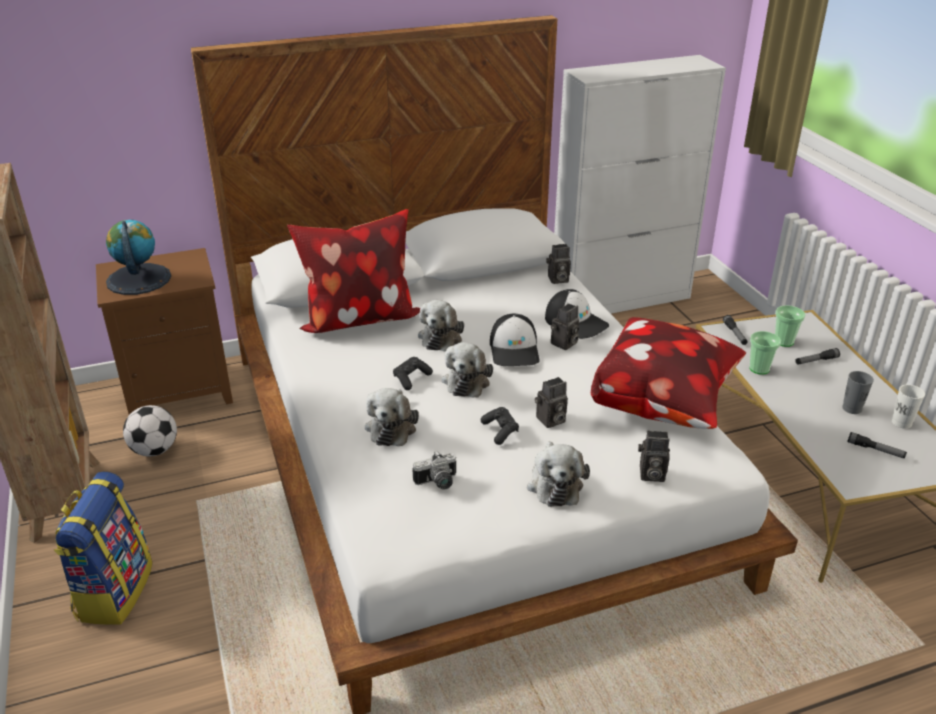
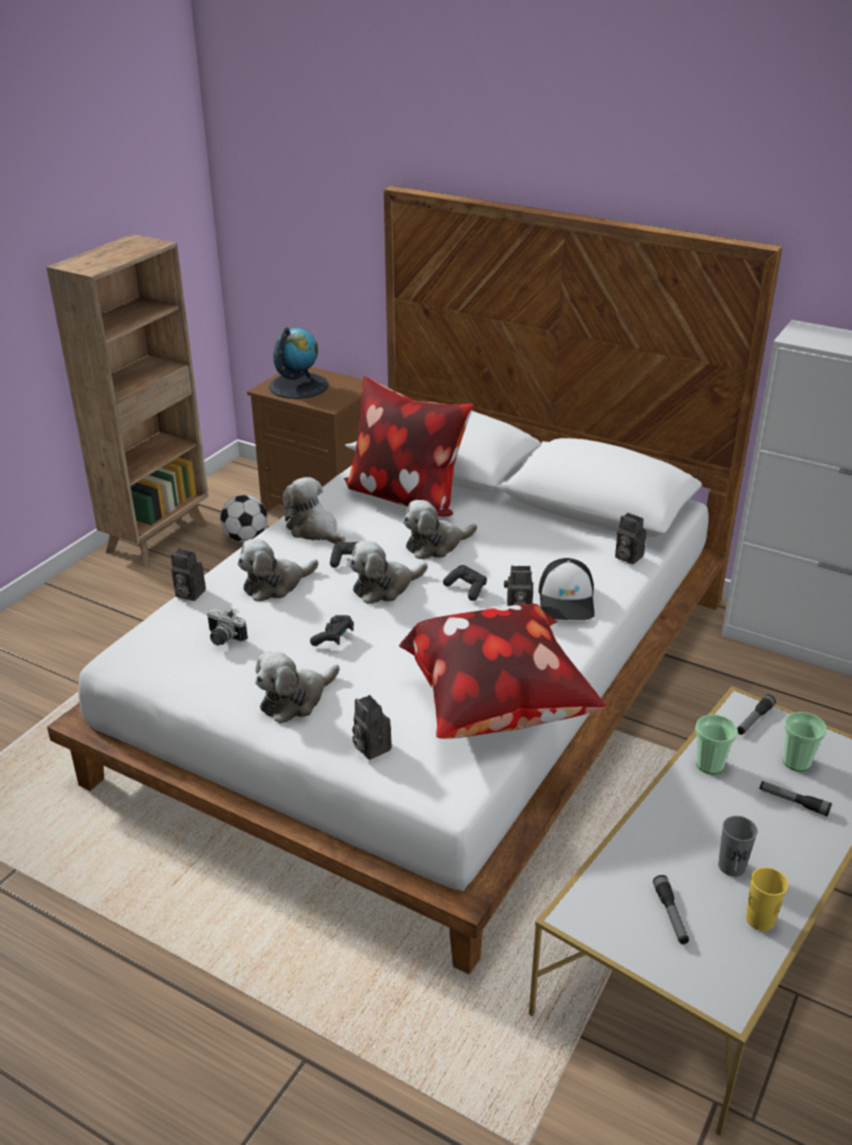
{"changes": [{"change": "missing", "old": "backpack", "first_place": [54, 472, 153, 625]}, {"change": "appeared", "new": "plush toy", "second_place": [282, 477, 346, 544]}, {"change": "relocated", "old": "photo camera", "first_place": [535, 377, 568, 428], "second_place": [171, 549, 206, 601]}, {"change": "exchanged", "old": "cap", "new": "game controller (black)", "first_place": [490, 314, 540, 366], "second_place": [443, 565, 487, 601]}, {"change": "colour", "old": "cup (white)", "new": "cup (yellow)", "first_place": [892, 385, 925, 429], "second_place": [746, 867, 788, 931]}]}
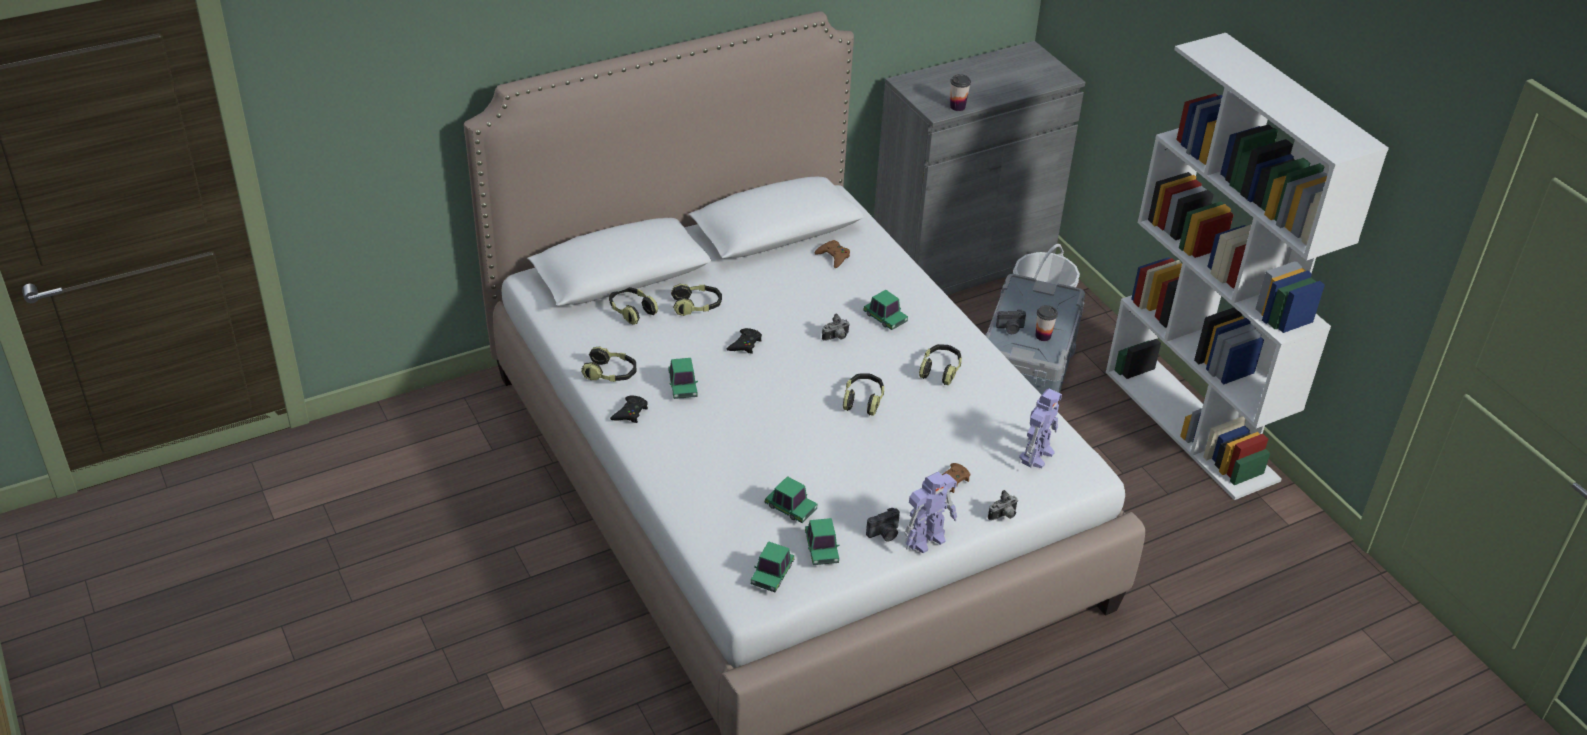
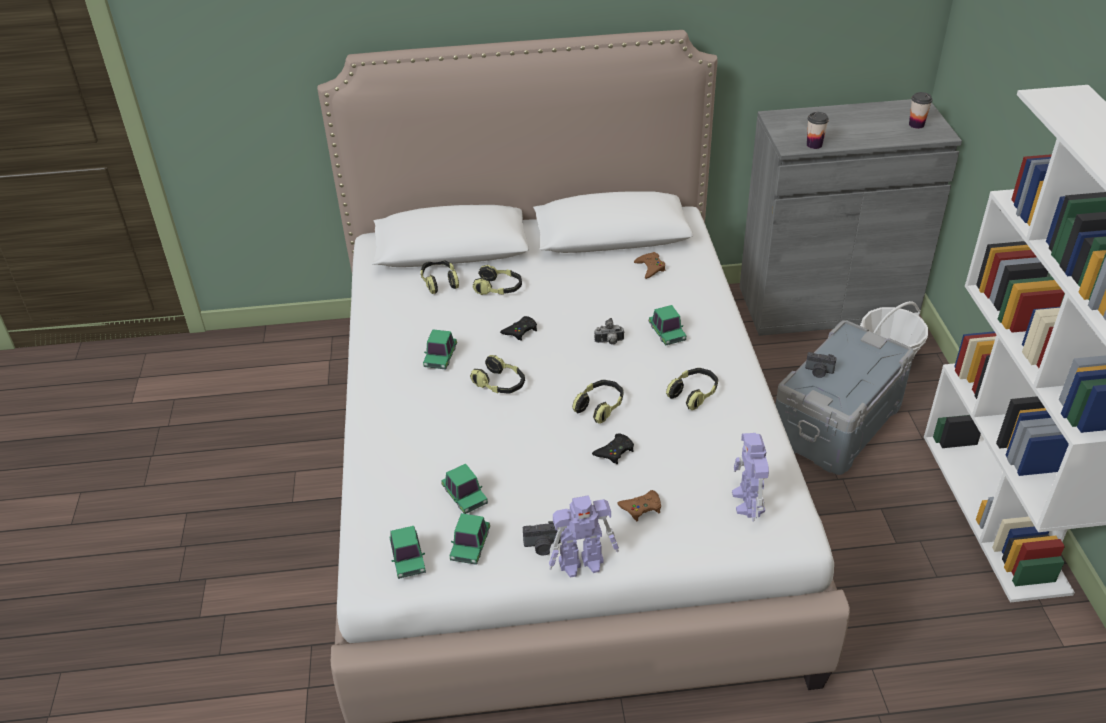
{"changes": [{"change": "missing", "old": "photo camera", "first_place": [988, 490, 1018, 520]}, {"change": "relocated", "old": "headphones", "first_place": [581, 346, 636, 382], "second_place": [470, 355, 525, 394]}, {"change": "relocated", "old": "game controller (black)", "first_place": [610, 396, 648, 423], "second_place": [592, 434, 634, 464]}, {"change": "relocated", "old": "cup", "first_place": [1036, 305, 1058, 341], "second_place": [909, 92, 933, 129]}, {"change": "spun", "old": "toy car", "first_place": [751, 541, 794, 592], "second_place": [389, 526, 426, 579], "degrees": -60}, {"change": "spun", "old": "toy robot", "first_place": [1019, 389, 1062, 468], "second_place": [732, 433, 769, 522], "degrees": 120}]}
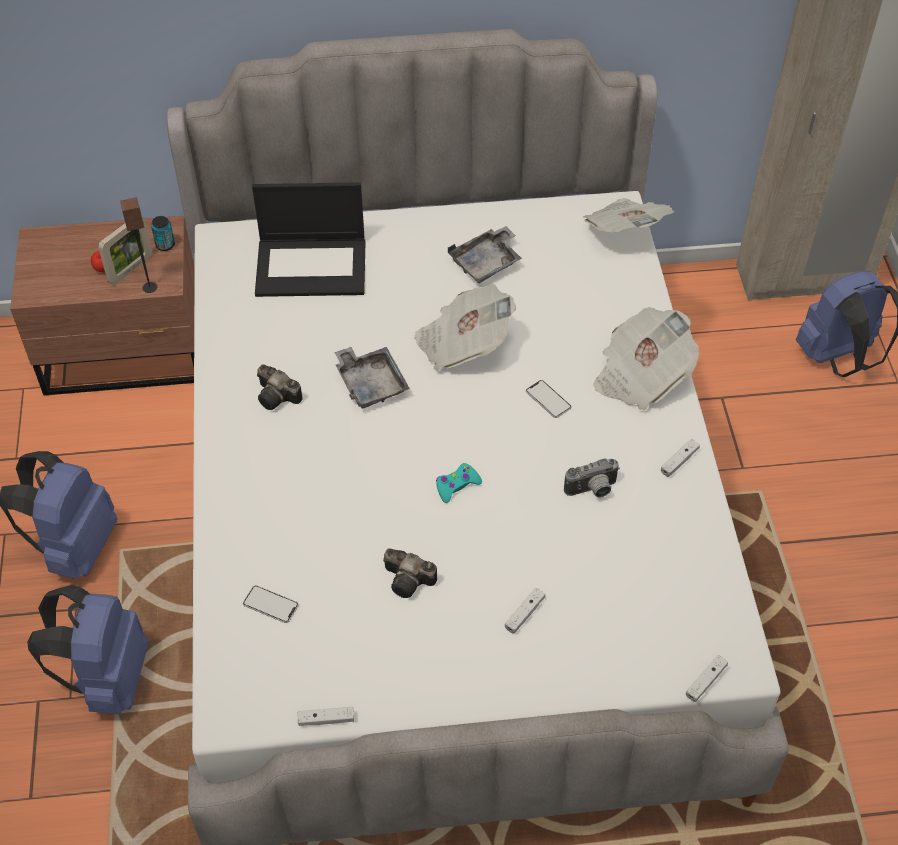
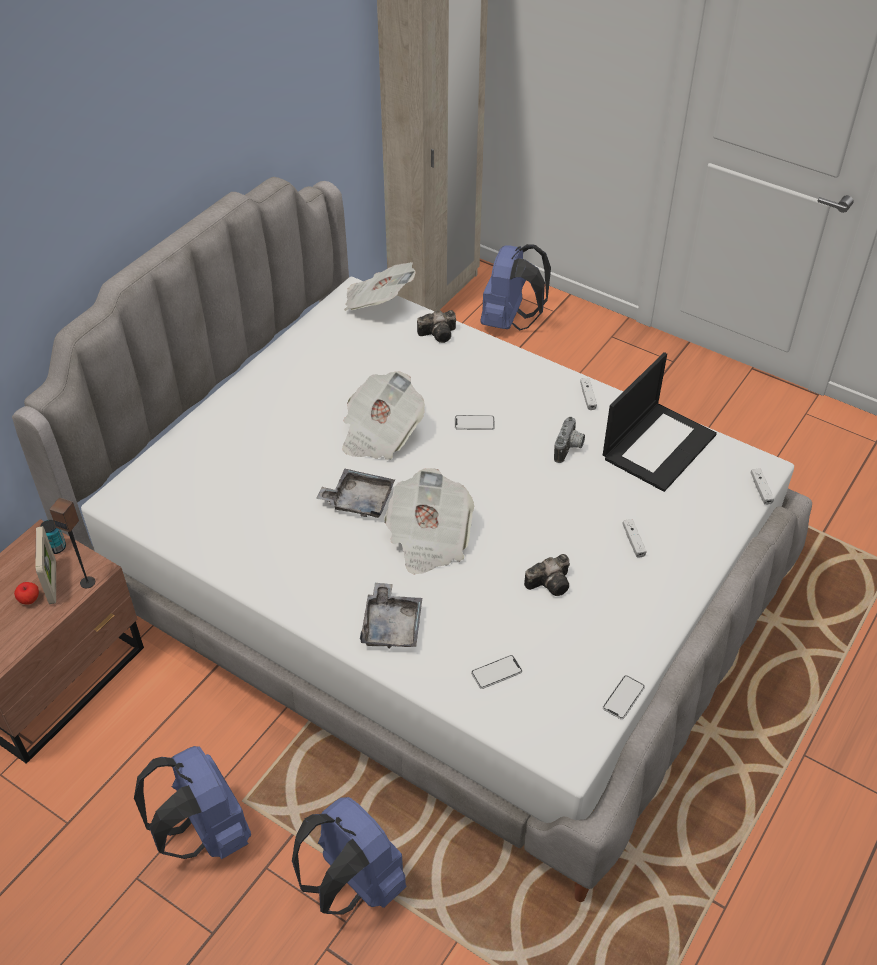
{"changes": [{"change": "missing", "old": "game controller (turquoise)", "first_place": [436, 463, 482, 503]}, {"change": "relocated", "old": "laptop", "first_place": [252, 182, 365, 297], "second_place": [603, 352, 717, 492]}, {"change": "relocated", "old": "photo camera", "first_place": [257, 364, 303, 410], "second_place": [417, 310, 456, 343]}, {"change": "relocated", "old": "tray (grey)", "first_place": [448, 226, 522, 283], "second_place": [360, 583, 422, 648]}, {"change": "relocated", "old": "newspaper", "first_place": [593, 307, 699, 410], "second_place": [384, 468, 475, 575]}, {"change": "exchanged", "old": "game controller (white)", "new": "phone", "first_place": [298, 707, 354, 726], "second_place": [603, 675, 645, 719]}]}
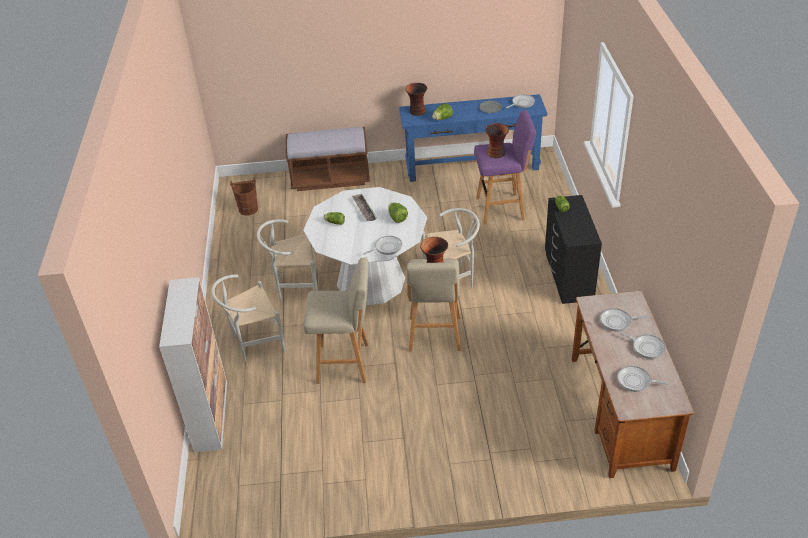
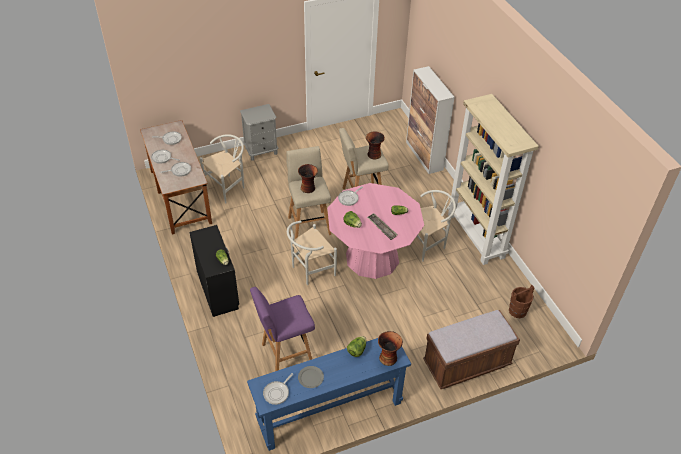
{"changes": [{"change": "appeared", "new": "nightstand (grey)", "second_place": [240, 104, 278, 161]}, {"change": "appeared", "new": "bookcase (beige)", "second_place": [448, 94, 539, 265]}, {"change": "relocated", "old": "chair (white)", "first_place": [211, 275, 286, 361], "second_place": [200, 134, 244, 204]}, {"change": "relocated", "old": "vase", "first_place": [485, 123, 509, 158], "second_place": [366, 132, 385, 159]}, {"change": "colour", "old": "dining table (white)", "new": "dining table (pink)", "first_place": [303, 187, 427, 305], "second_place": [327, 183, 424, 279]}]}
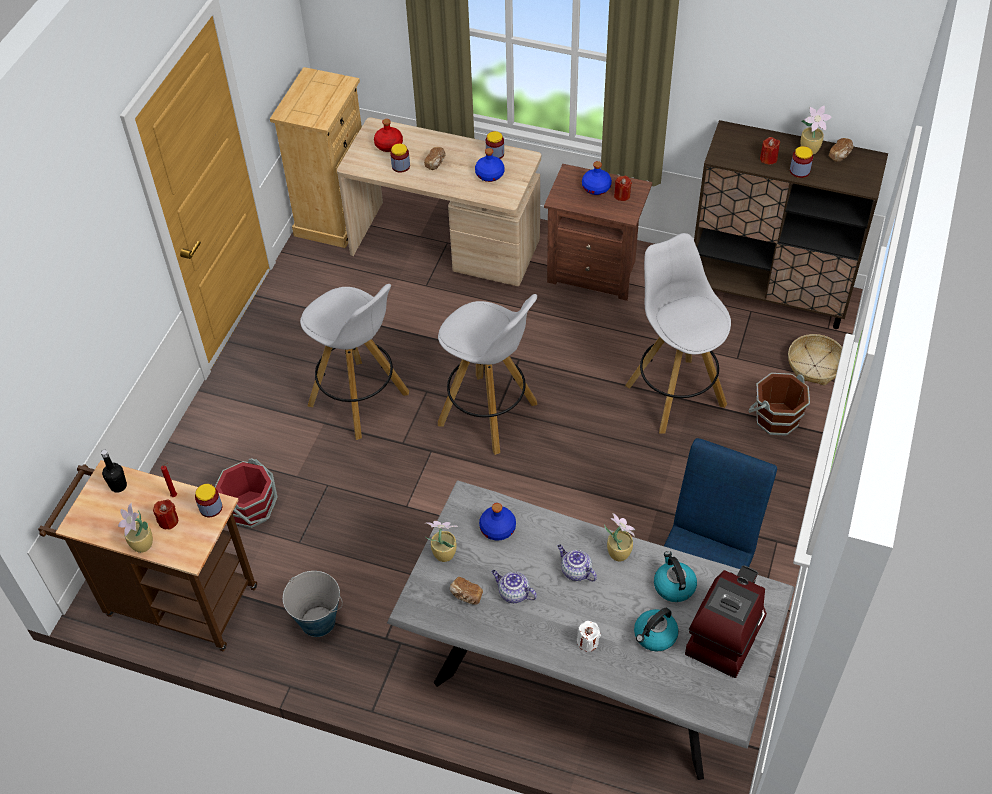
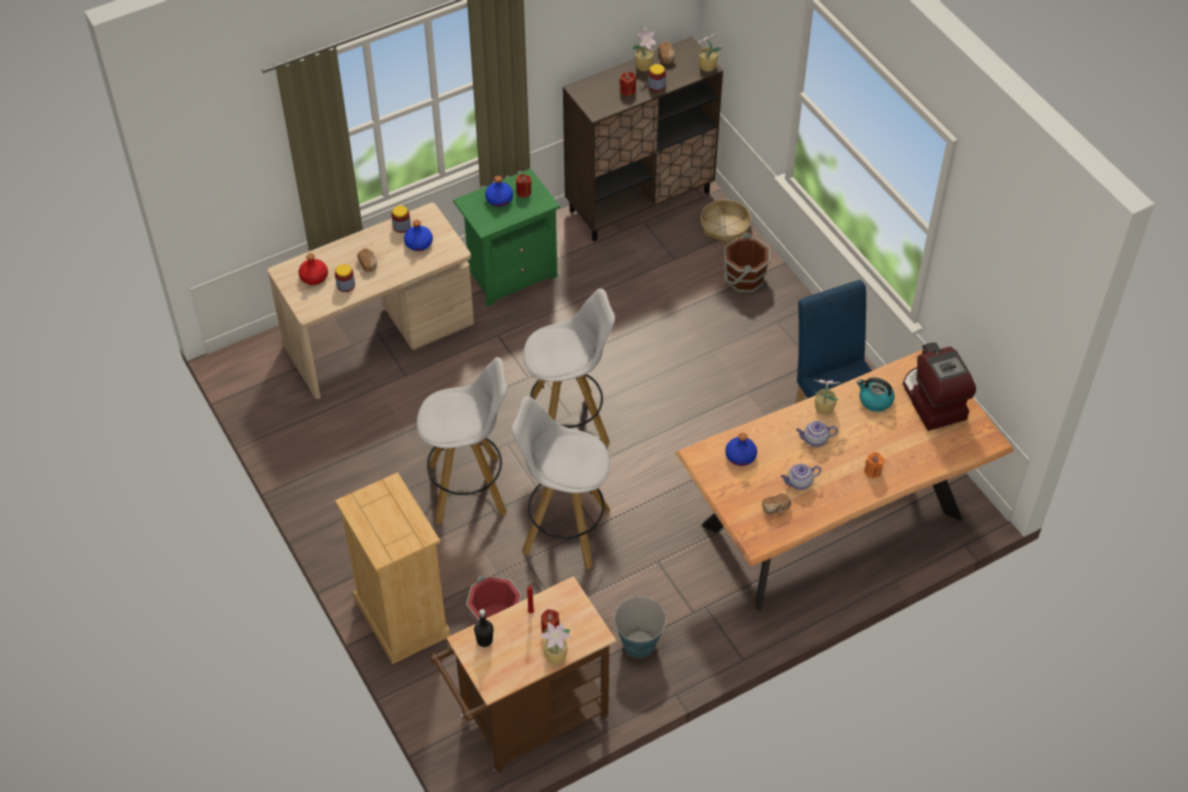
{"changes": [{"change": "missing", "old": "jar", "first_place": [195, 484, 222, 518]}, {"change": "missing", "old": "kettle", "first_place": [634, 608, 679, 652]}, {"change": "relocated", "old": "dresser (beige)", "first_place": [270, 67, 362, 248], "second_place": [335, 472, 450, 664]}, {"change": "relocated", "old": "potted plant", "first_place": [424, 521, 458, 562], "second_place": [697, 33, 722, 72]}, {"change": "relocated", "old": "stool (white)", "first_place": [625, 233, 731, 434], "second_place": [512, 396, 610, 570]}, {"change": "colour", "old": "dining table (grey)", "new": "dining table (brown)", "first_place": [387, 480, 795, 780], "second_place": [675, 350, 1014, 610]}, {"change": "colour", "old": "nightstand (brown)", "new": "nightstand (green)", "first_place": [544, 164, 652, 301], "second_place": [453, 169, 560, 306]}, {"change": "colour", "old": "candle (white)", "new": "candle (orange)", "first_place": [577, 621, 601, 652], "second_place": [864, 452, 884, 478]}]}
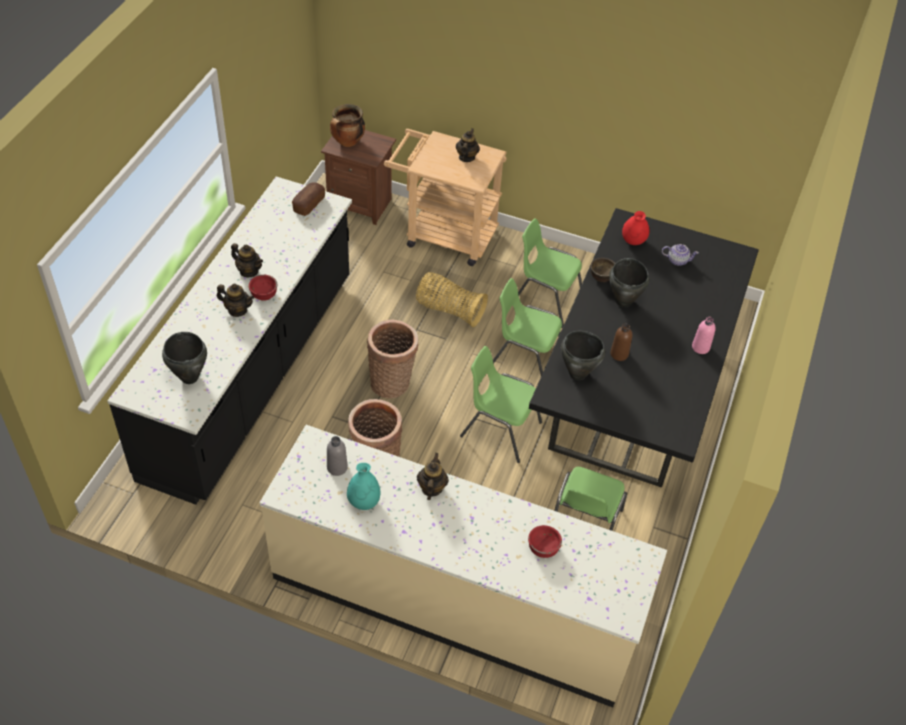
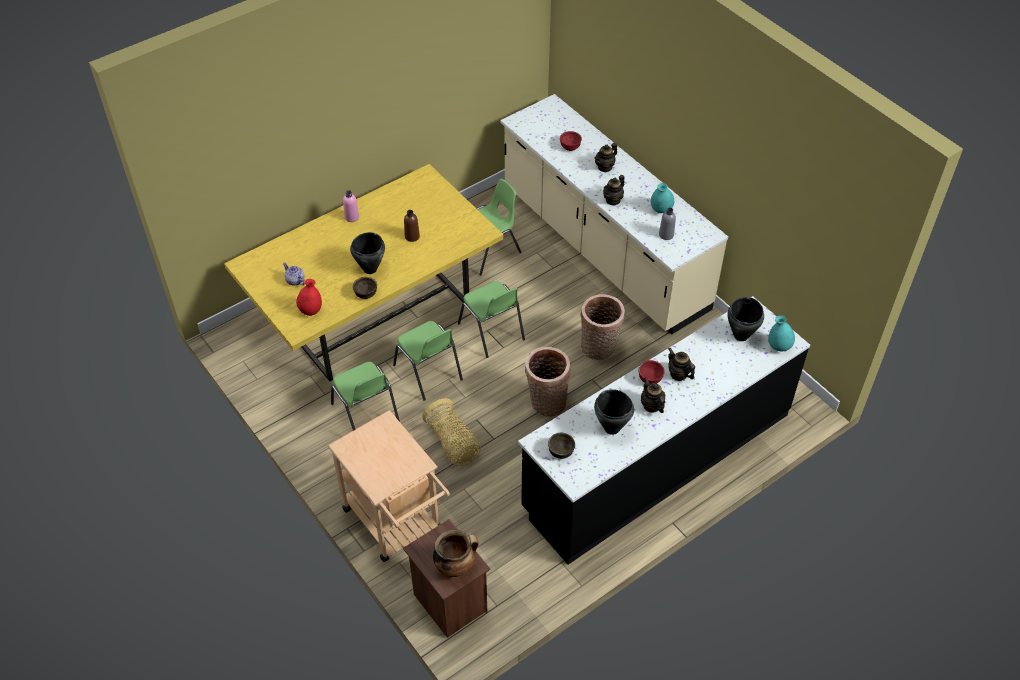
{"changes": [{"change": "appeared", "new": "vase (turquoise)", "second_place": [768, 315, 795, 351]}, {"change": "relocated", "old": "teapot", "first_place": [456, 128, 480, 162], "second_place": [594, 143, 617, 172]}, {"change": "relocated", "old": "cooking pot (black)", "first_place": [561, 331, 605, 380], "second_place": [594, 389, 634, 435]}, {"change": "exchanged", "old": "bread", "new": "bowl (brown)", "first_place": [292, 183, 325, 216], "second_place": [548, 433, 575, 459]}, {"change": "colour", "old": "dining table (black)", "new": "dining table (yellow)", "first_place": [529, 208, 759, 487], "second_place": [224, 164, 503, 381]}]}
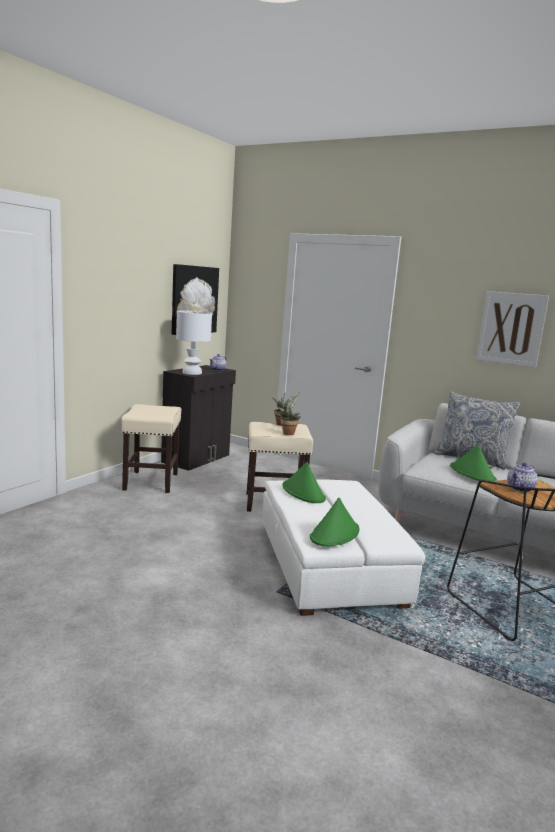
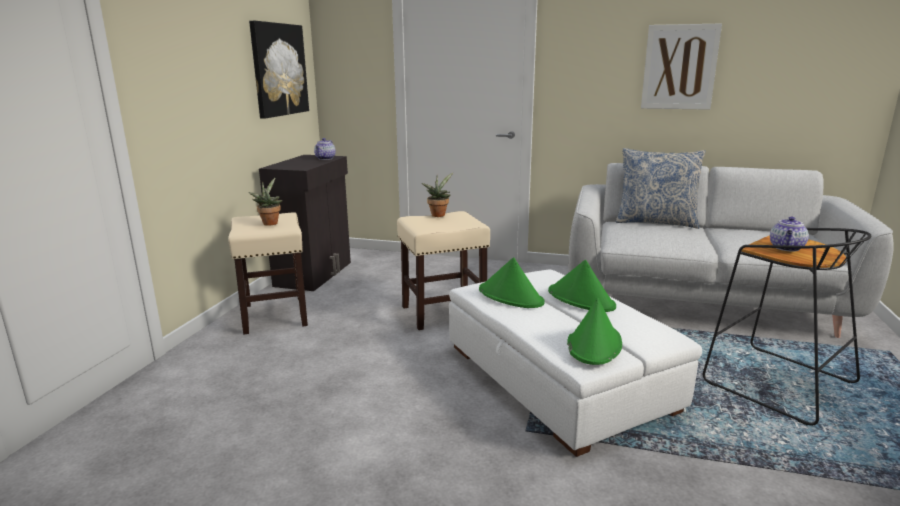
{"changes": [{"change": "missing", "old": "table lamp (white)", "first_place": [176, 311, 212, 375]}, {"change": "relocated", "old": "potted plant", "first_place": [277, 397, 301, 435], "second_place": [248, 178, 282, 226]}, {"change": "relocated", "old": "hat (green)", "first_place": [450, 445, 497, 481], "second_place": [548, 260, 616, 312]}]}
